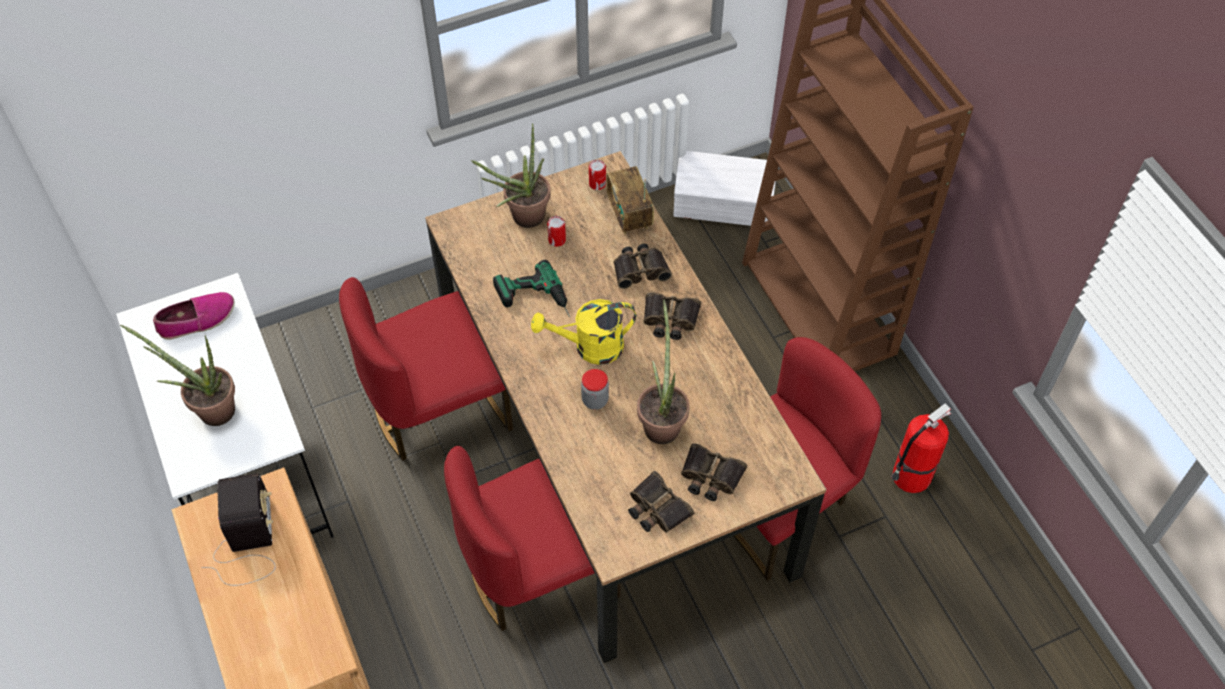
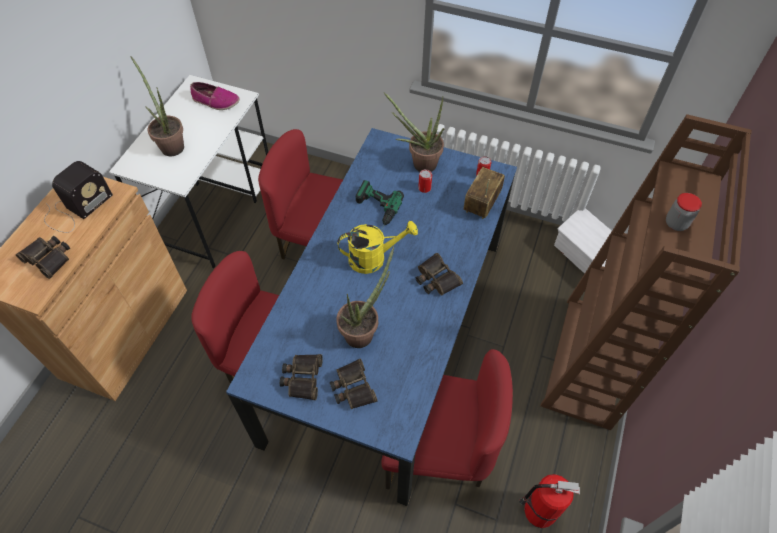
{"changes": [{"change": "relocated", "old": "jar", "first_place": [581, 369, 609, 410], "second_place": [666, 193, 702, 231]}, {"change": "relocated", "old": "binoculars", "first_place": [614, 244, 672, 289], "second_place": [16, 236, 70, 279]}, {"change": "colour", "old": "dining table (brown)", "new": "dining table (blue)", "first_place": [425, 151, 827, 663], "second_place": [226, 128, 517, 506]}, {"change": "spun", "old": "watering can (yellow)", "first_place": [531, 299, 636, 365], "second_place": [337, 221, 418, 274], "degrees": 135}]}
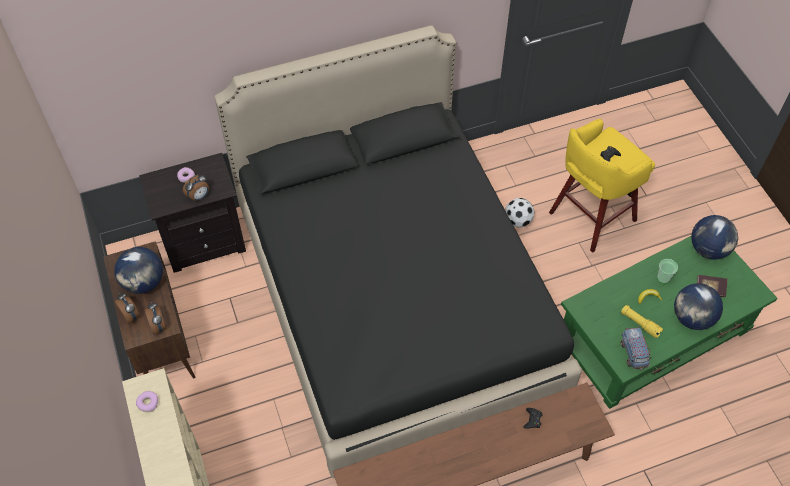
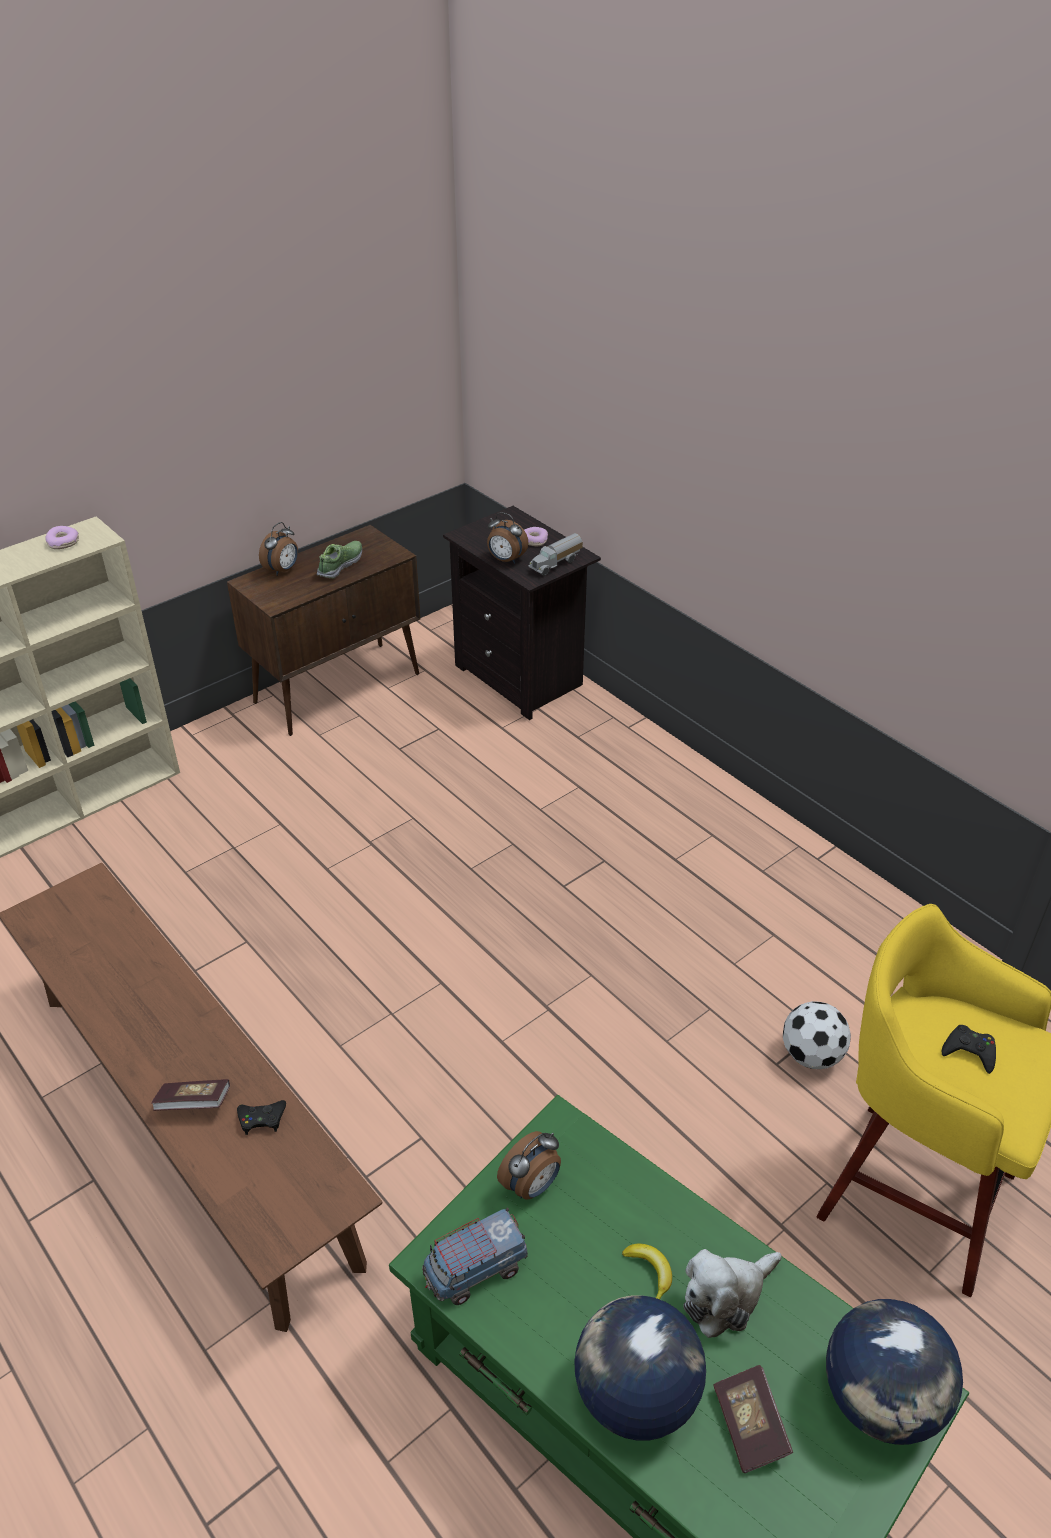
{"changes": [{"change": "missing", "old": "bed (black)", "first_place": [215, 25, 582, 478]}, {"change": "missing", "old": "flashlight (yellow)", "first_place": [621, 305, 663, 338]}, {"change": "appeared", "new": "book", "second_place": [151, 1079, 230, 1111]}, {"change": "appeared", "new": "toy truck", "second_place": [528, 533, 583, 576]}, {"change": "relocated", "old": "alarm clock", "first_place": [145, 302, 167, 335], "second_place": [497, 1131, 561, 1200]}, {"change": "exchanged", "old": "globe", "new": "shoe", "first_place": [114, 247, 163, 294], "second_place": [317, 541, 362, 579]}, {"change": "exchanged", "old": "cup", "new": "plush toy", "first_place": [657, 259, 678, 283], "second_place": [683, 1249, 782, 1338]}]}
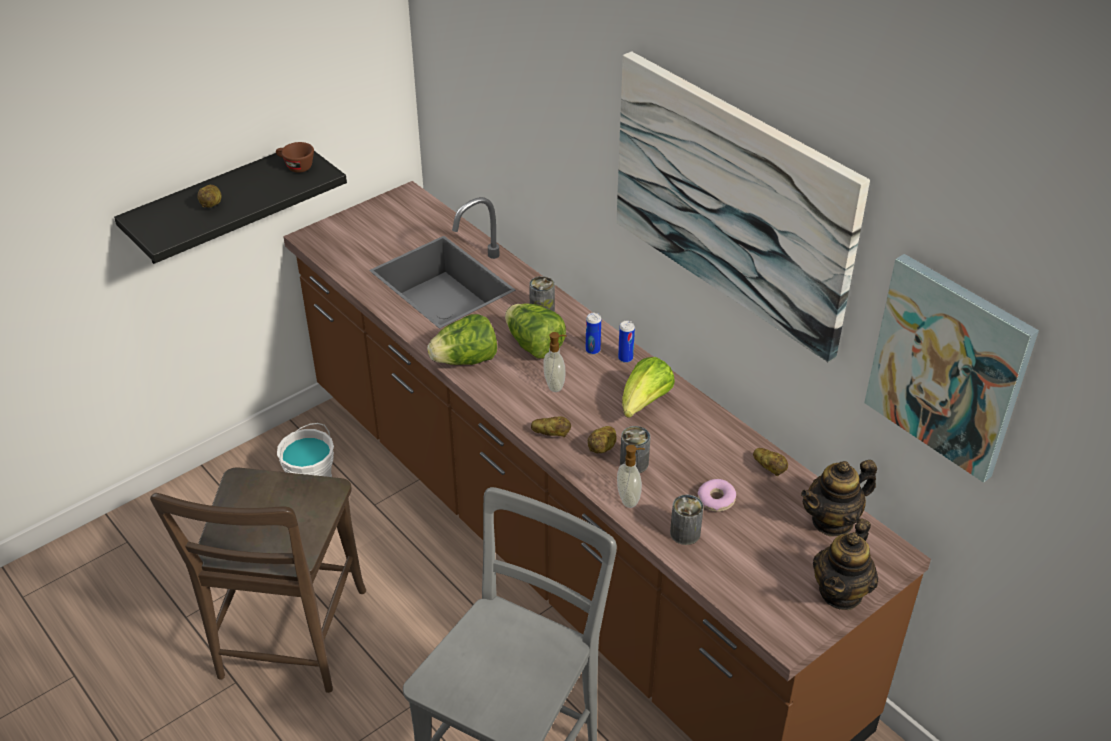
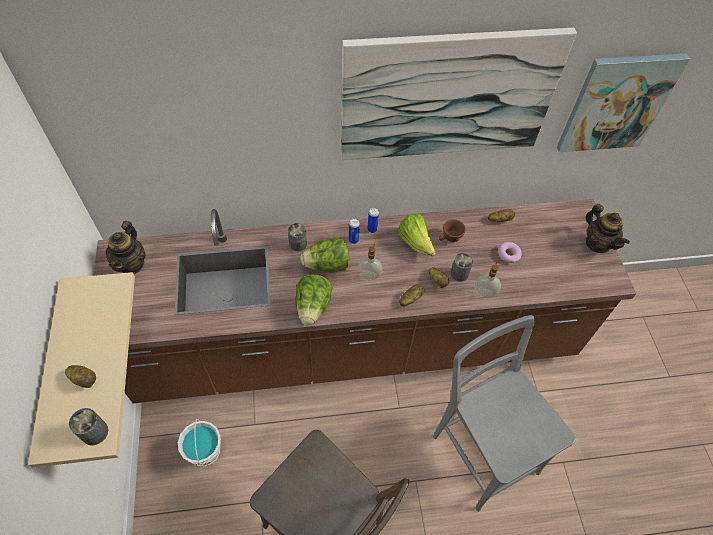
{"changes": [{"change": "relocated", "old": "cup (brown)", "first_place": [276, 142, 314, 173], "second_place": [439, 219, 466, 242]}, {"change": "relocated", "old": "can", "first_place": [670, 495, 703, 545], "second_place": [69, 408, 108, 445]}, {"change": "relocated", "old": "teapot", "first_place": [801, 460, 877, 537], "second_place": [106, 221, 146, 274]}, {"change": "colour", "old": "shelf (black)", "new": "shelf (beige)", "first_place": [114, 151, 347, 264], "second_place": [28, 272, 135, 468]}]}
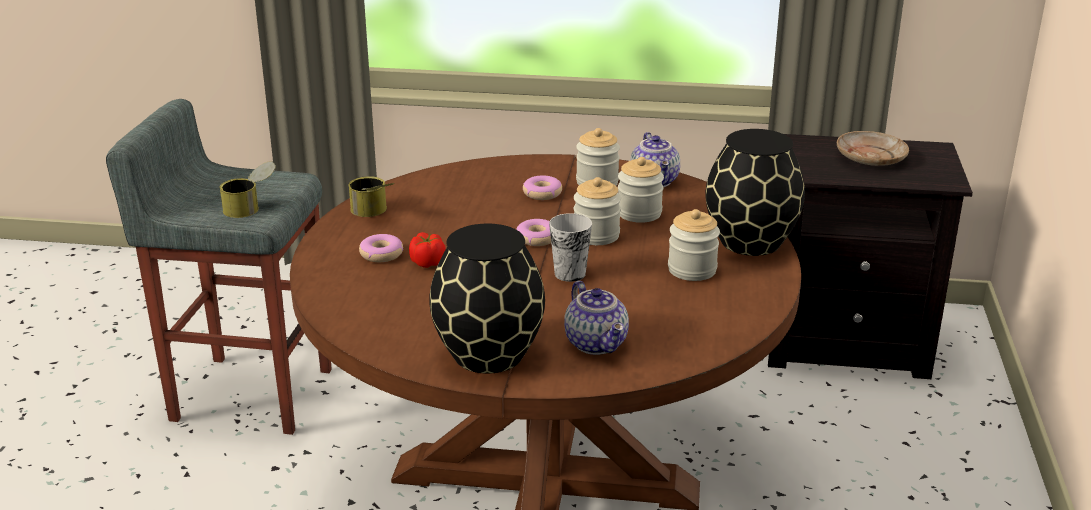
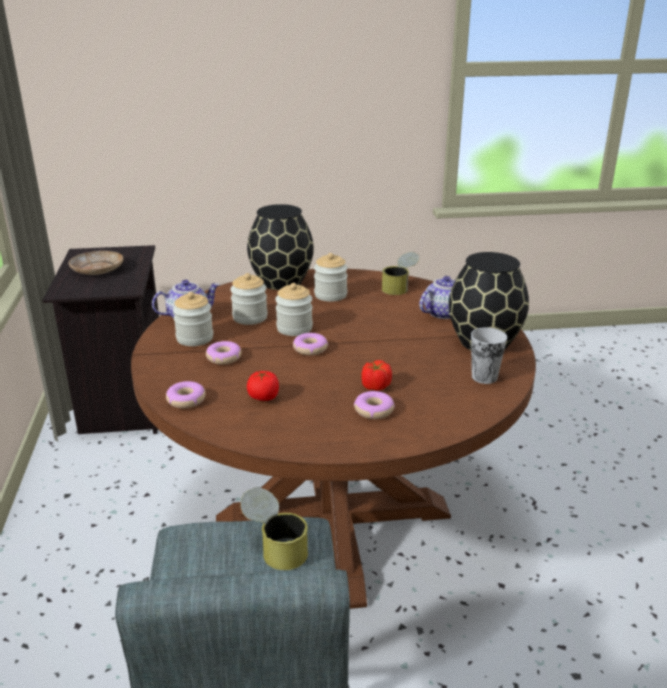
{"changes": [{"change": "appeared", "new": "donut", "second_place": [166, 381, 206, 408]}, {"change": "appeared", "new": "tomato", "second_place": [247, 371, 279, 401]}, {"change": "relocated", "old": "can", "first_place": [348, 176, 395, 217], "second_place": [382, 252, 419, 295]}, {"change": "relocated", "old": "cup", "first_place": [549, 213, 592, 282], "second_place": [471, 327, 507, 384]}]}
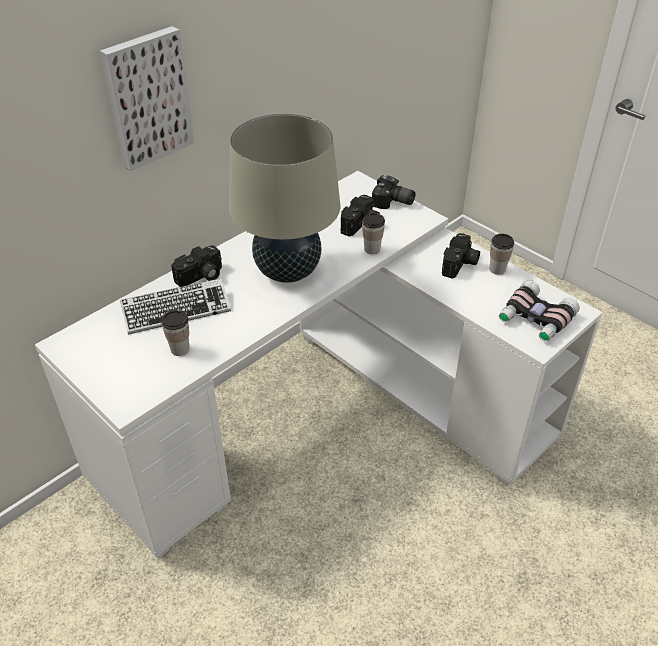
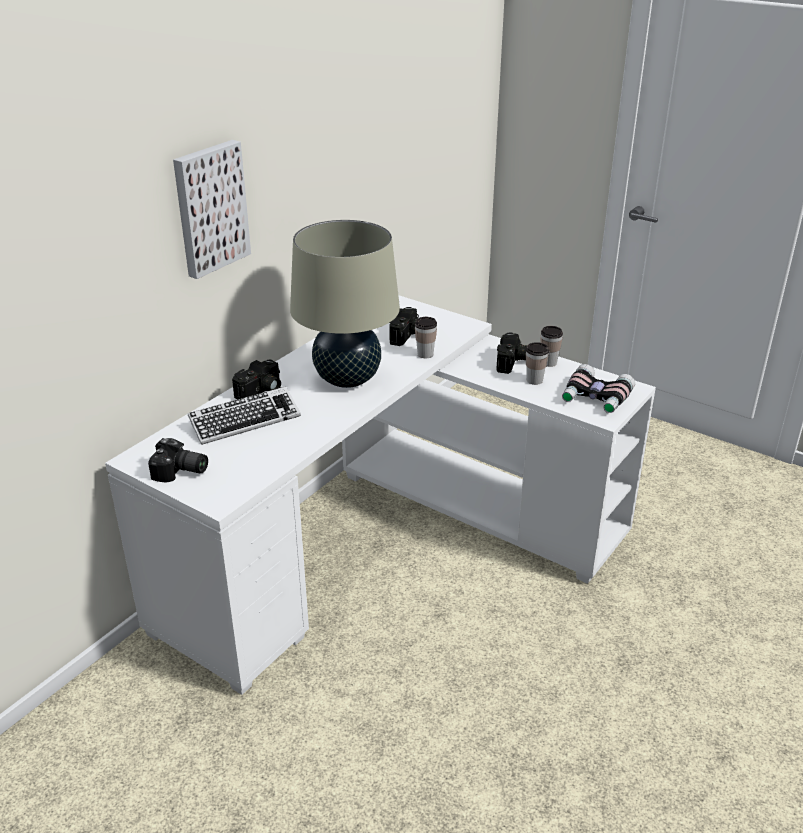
{"changes": [{"change": "relocated", "old": "cup", "first_place": [161, 310, 189, 356], "second_place": [526, 342, 549, 385]}, {"change": "relocated", "old": "photo camera", "first_place": [372, 175, 415, 209], "second_place": [148, 438, 208, 482]}]}
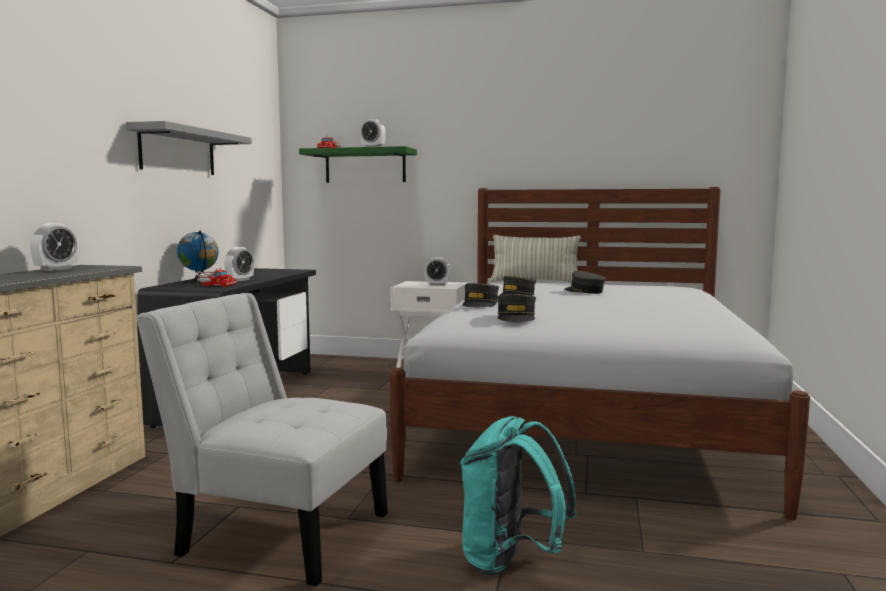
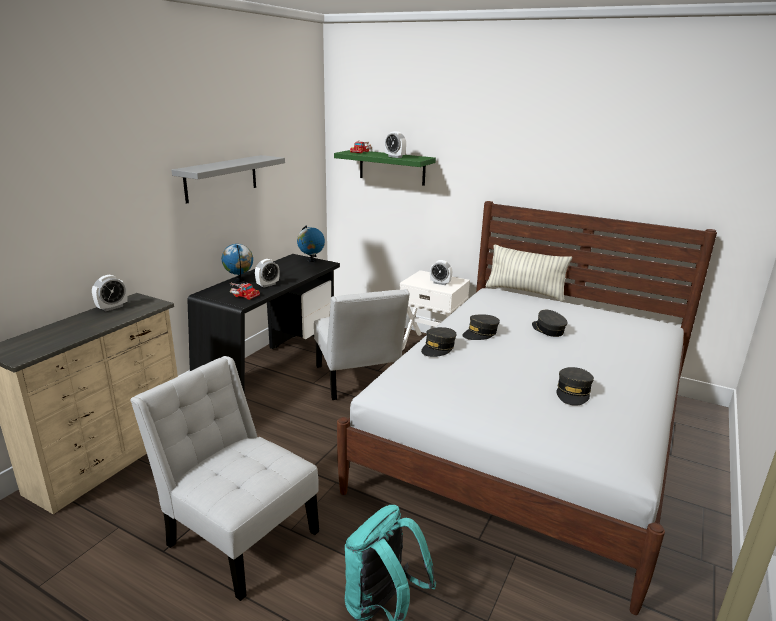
{"changes": [{"change": "appeared", "new": "globe", "second_place": [297, 225, 325, 262]}, {"change": "appeared", "new": "chair (white)", "second_place": [314, 289, 410, 400]}, {"change": "relocated", "old": "cap (grey)", "first_place": [497, 294, 536, 322], "second_place": [556, 367, 594, 406]}]}
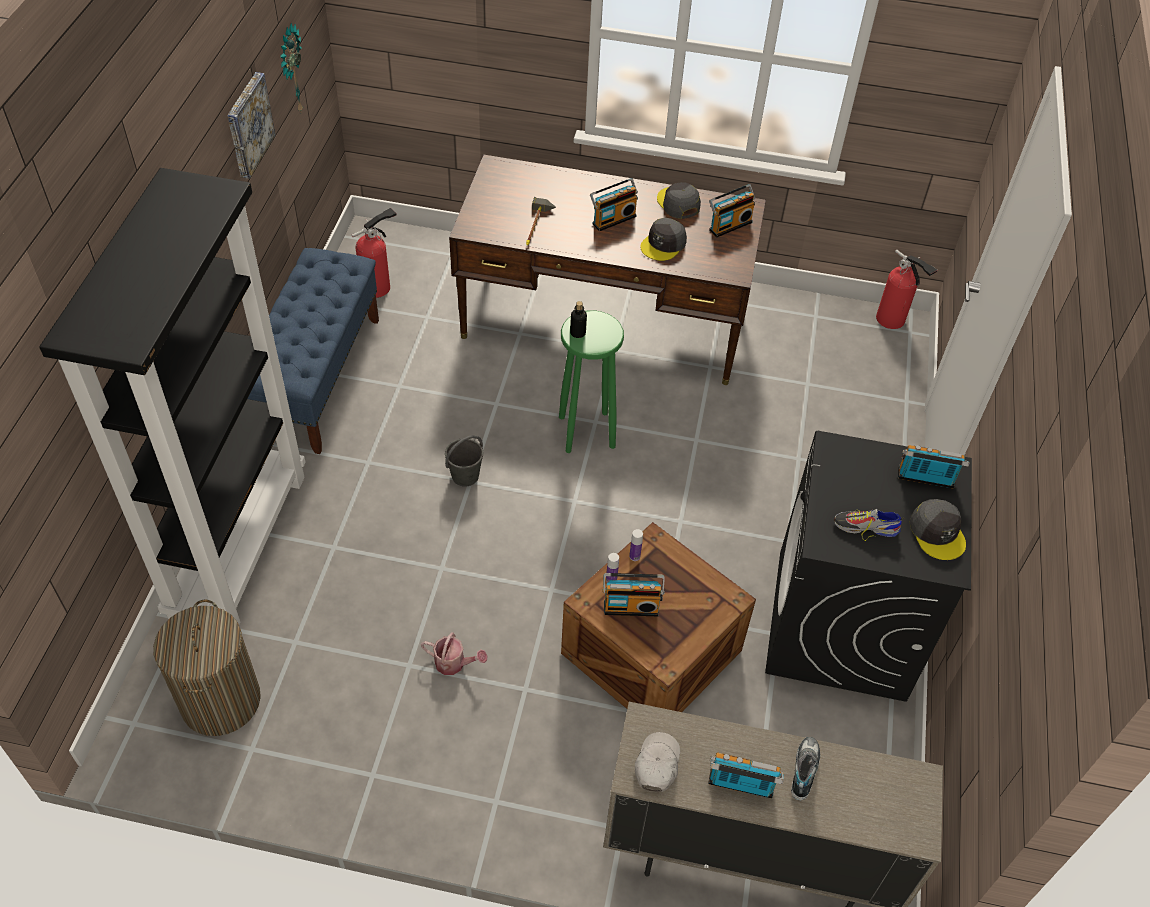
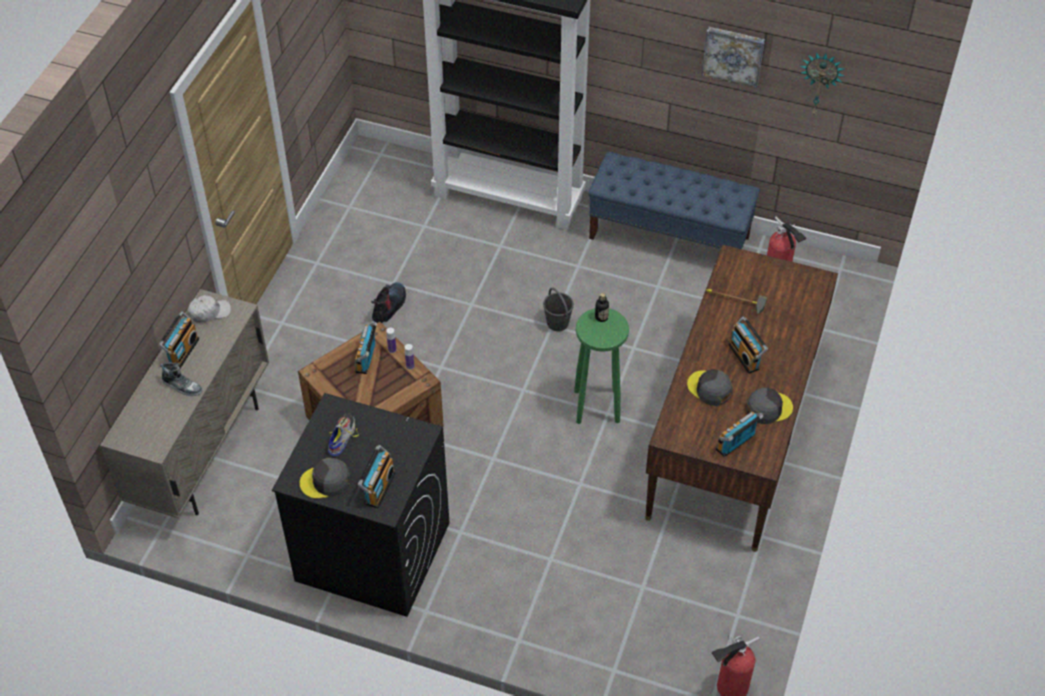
{"changes": [{"change": "missing", "old": "laundry basket", "first_place": [153, 599, 261, 736]}, {"change": "exchanged", "old": "watering can", "new": "boot", "first_place": [421, 632, 487, 675], "second_place": [371, 282, 406, 323]}, {"change": "spun", "old": "cap (white)", "first_place": [635, 732, 680, 792], "second_place": [188, 295, 231, 323], "degrees": -45}, {"change": "spun", "old": "radio", "first_place": [709, 184, 755, 237], "second_place": [716, 411, 764, 457], "degrees": 75}]}
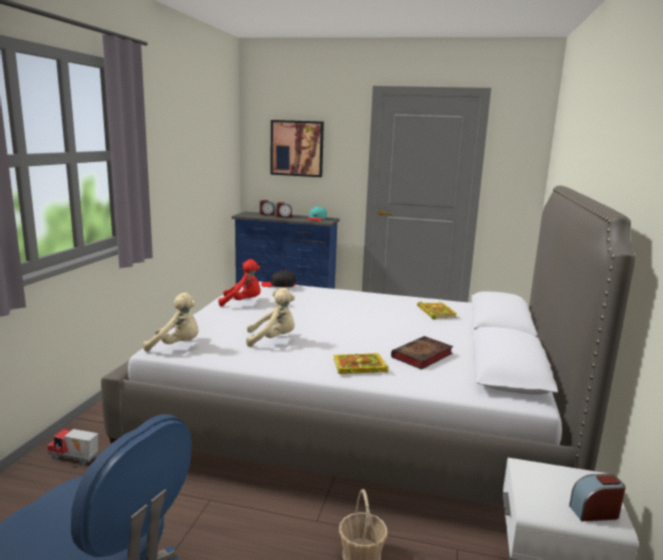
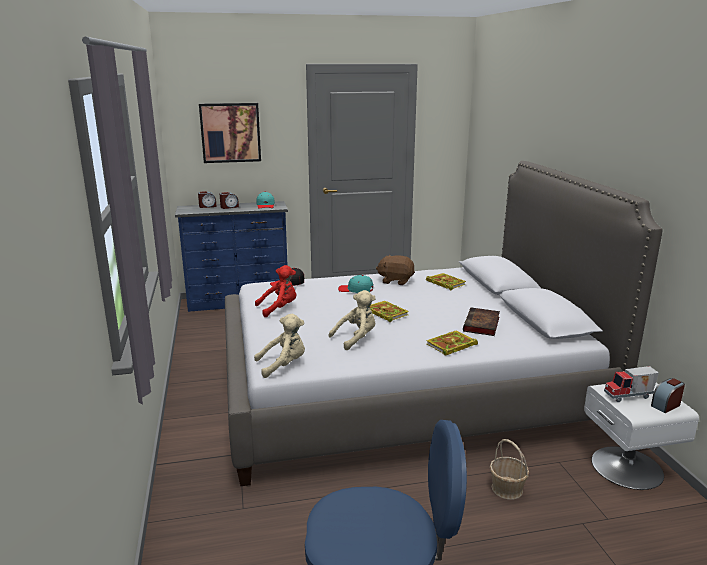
{"changes": [{"change": "appeared", "new": "cap (turquoise)", "second_place": [338, 275, 373, 293]}, {"change": "appeared", "new": "book", "second_place": [369, 301, 409, 322]}, {"change": "appeared", "new": "plush toy (brown)", "second_place": [376, 255, 415, 285]}, {"change": "relocated", "old": "toy truck", "first_place": [47, 429, 98, 465], "second_place": [604, 366, 659, 402]}]}
